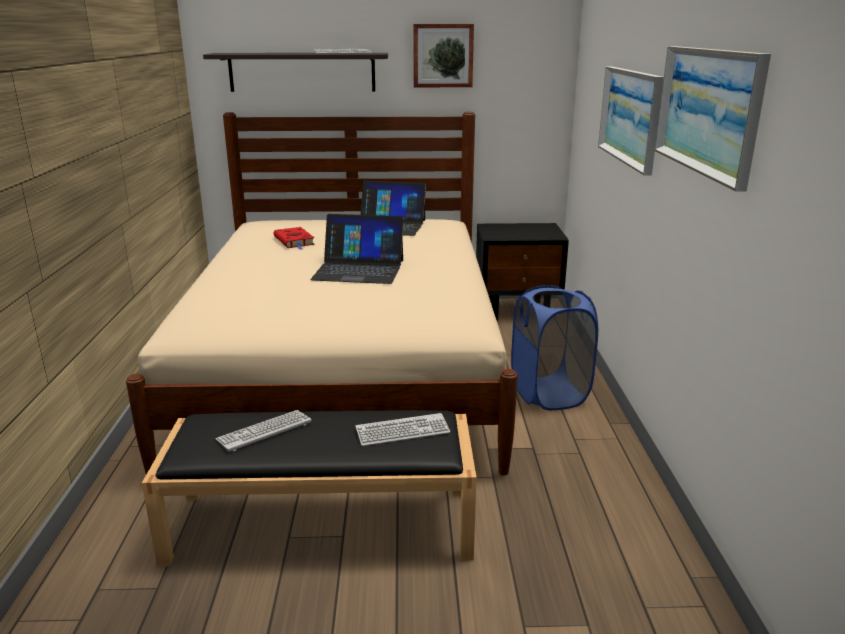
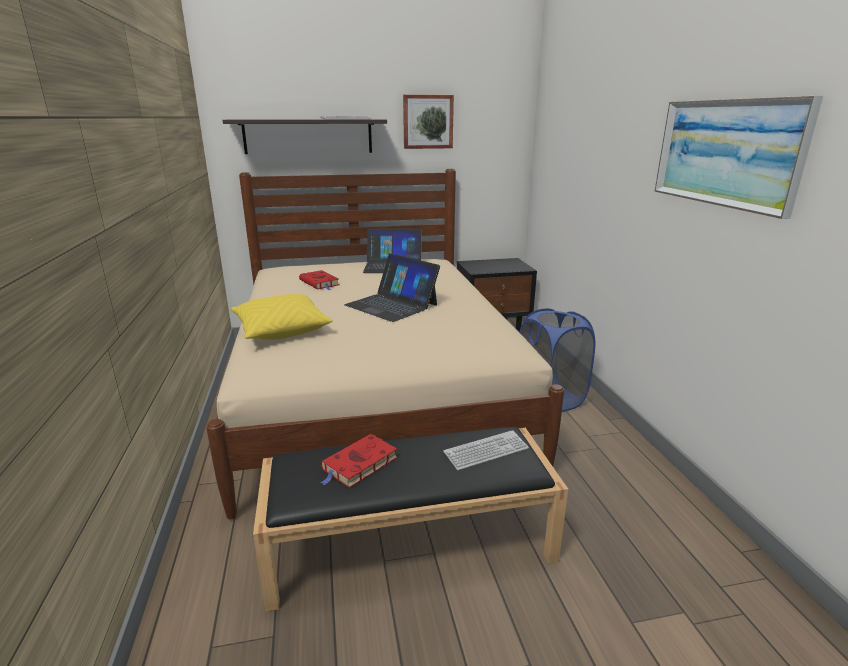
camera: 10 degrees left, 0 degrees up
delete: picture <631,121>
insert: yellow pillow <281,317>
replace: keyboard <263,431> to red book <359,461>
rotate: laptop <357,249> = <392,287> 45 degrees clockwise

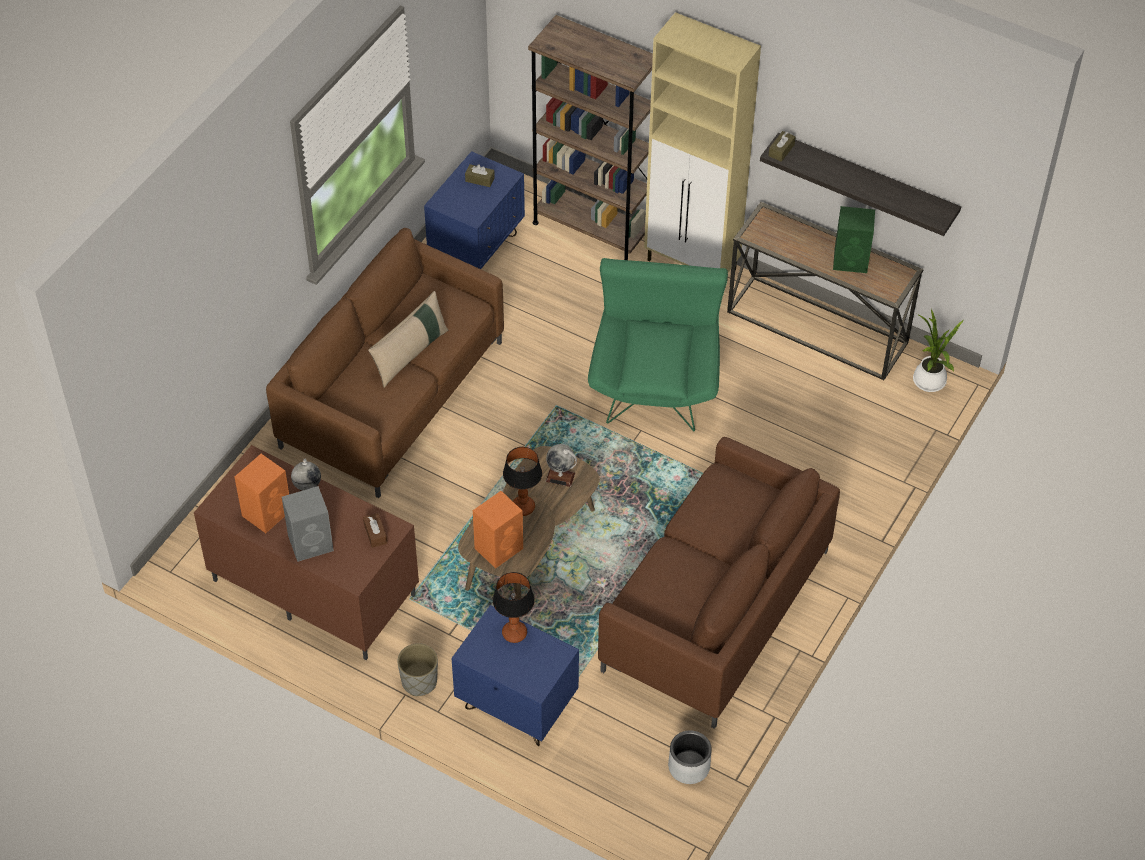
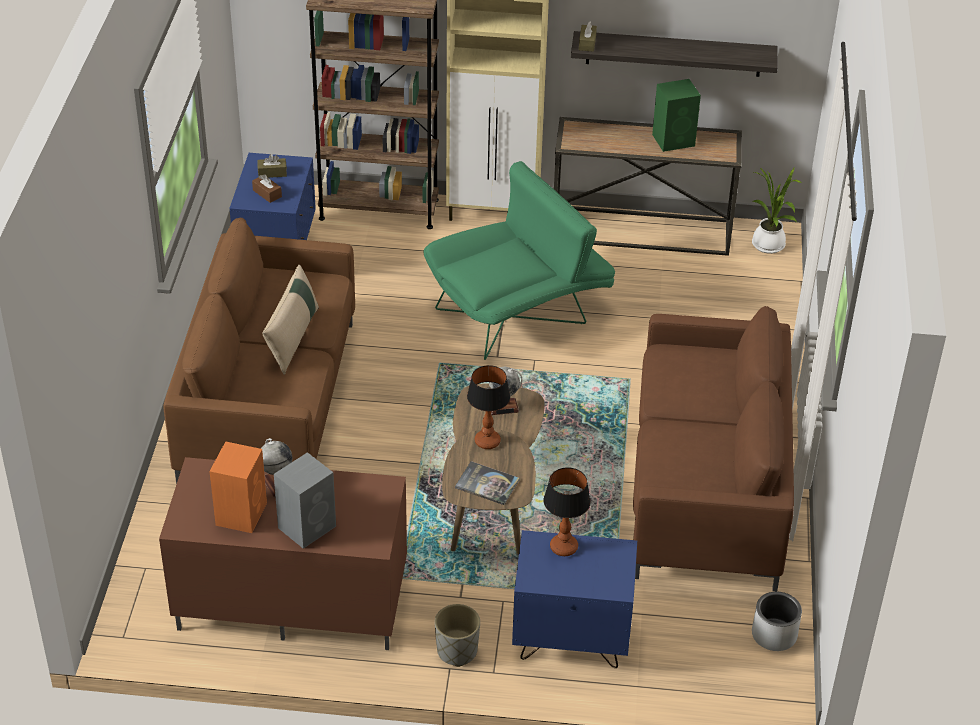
camera: 25 degrees left, 10 degrees down
move: brown tissue box <375,530> to <267,188>
replace: orange speaker <498,530> to book <487,483>
rotate: green armchair <658,344> = <519,260> 75 degrees clockwise

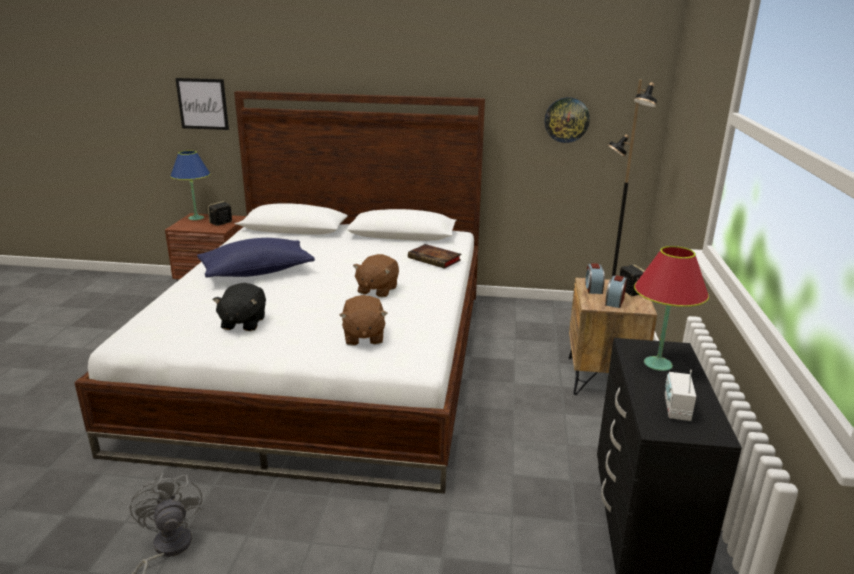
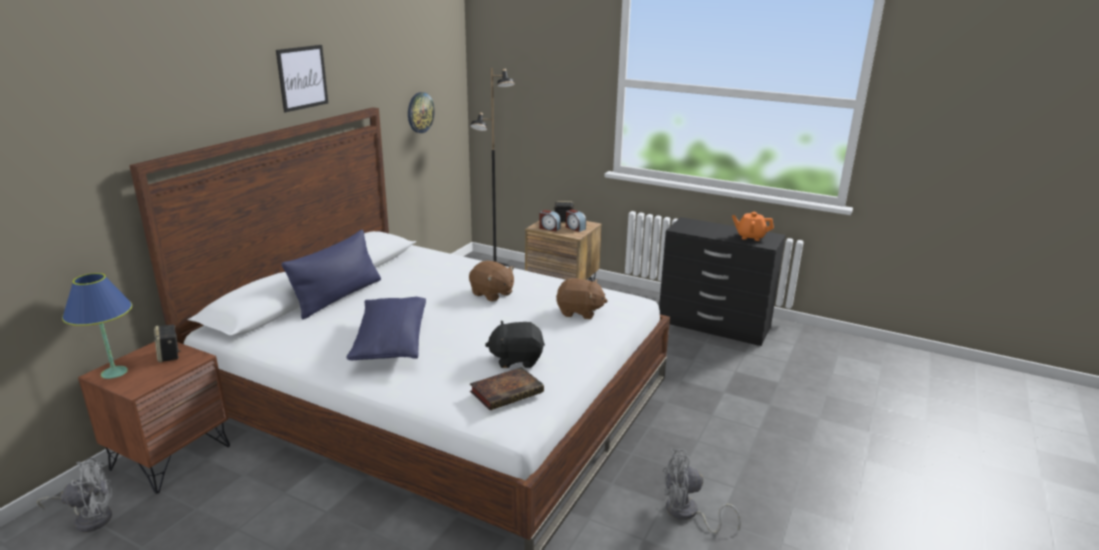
camera: 70 degrees left, 0 degrees up
delete: red table lamp <671,308>
insert: grey fan <75,495>; blue pillow <331,274>
move: picture <202,104> to <302,78>; book <434,256> to <507,389>
replace: radio <680,395> to orange teapot <753,226>
rotate: black plush toy <239,307> = <515,344> 150 degrees clockwise

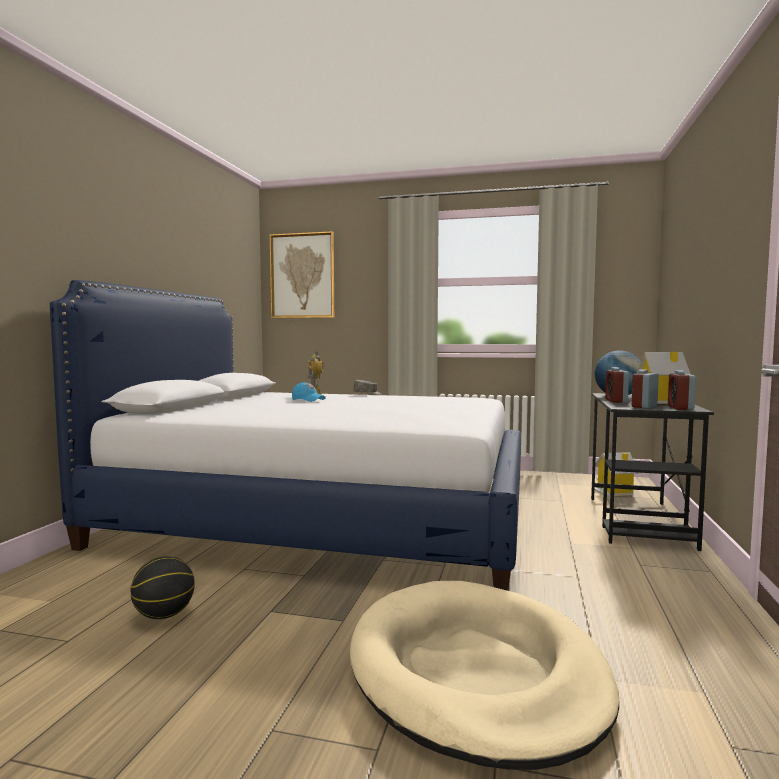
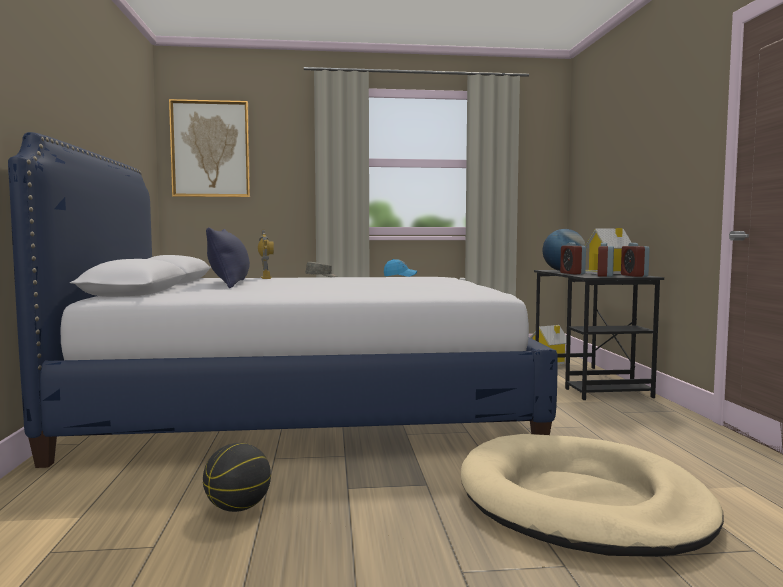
camera: 20 degrees left, 0 degrees up
insert: blue pillow <228,257>
move: blue cap <309,392> to <400,268>

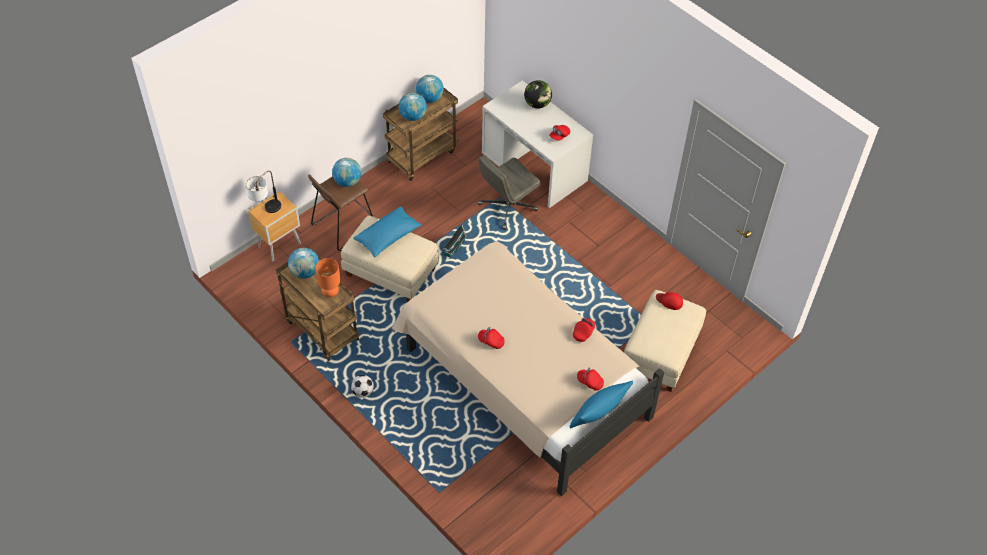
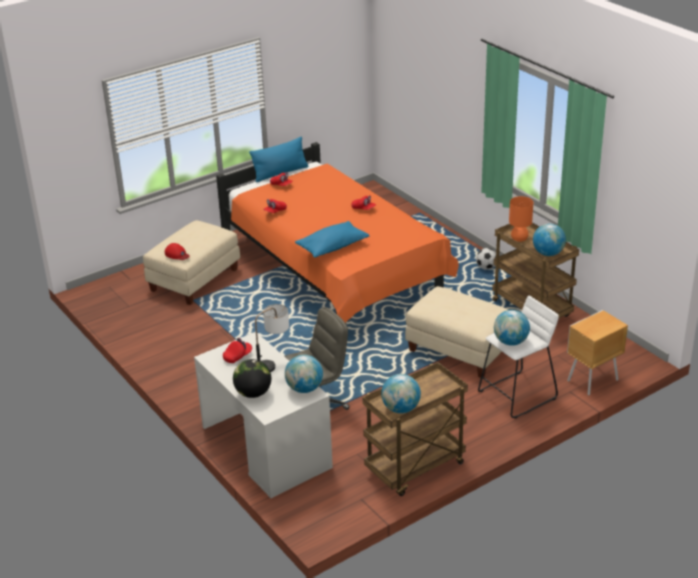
camera: 170 degrees left, 20 degrees down
delete: toy house <454,241>
move: table lamp <263,192> to <272,338>; globe <413,107> to <304,374>; blue pillow <387,231> to <332,239>
recolor: beige bed <527,368> to orange bed <337,232>; brown stool <340,212> to white stool <518,357>

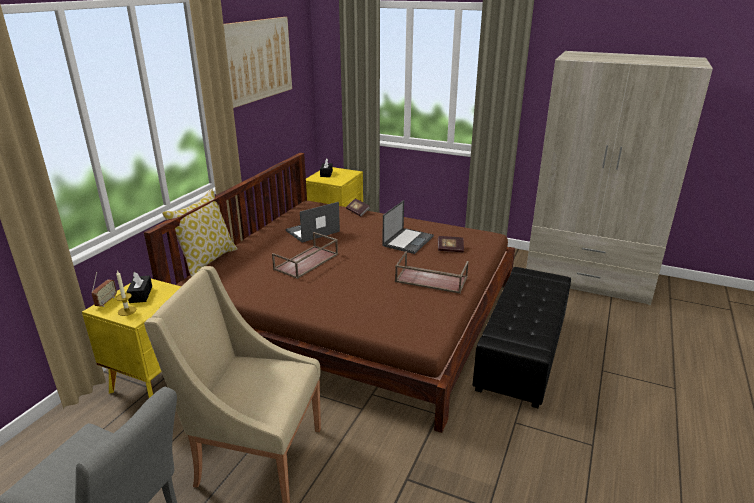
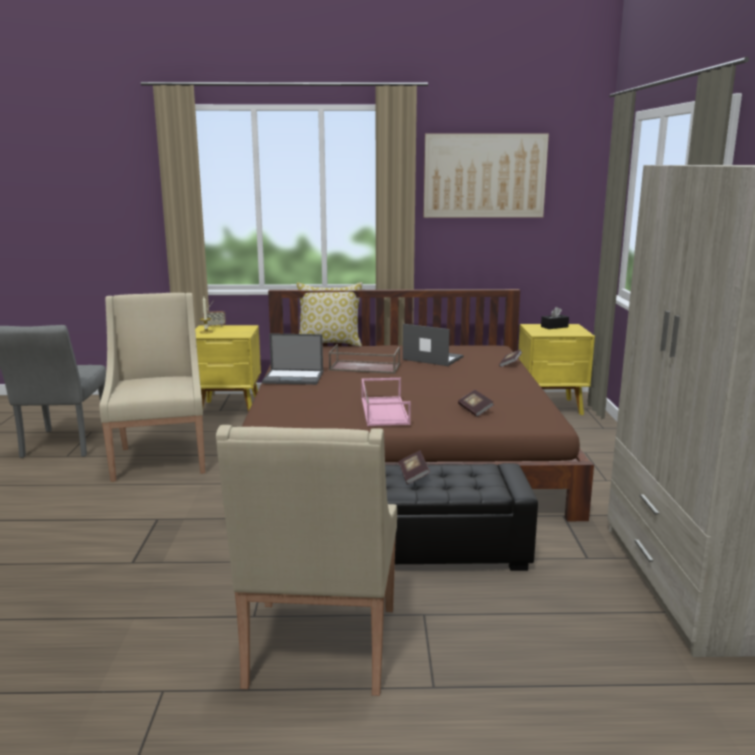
camera: 65 degrees right, 10 degrees down
delete: black tissue box <139,287>
insert: beige armchair <306,560>; book <414,467>
move: laptop <408,227> to <292,359>
recolor: brown tray <432,272> to pink tray <386,402>

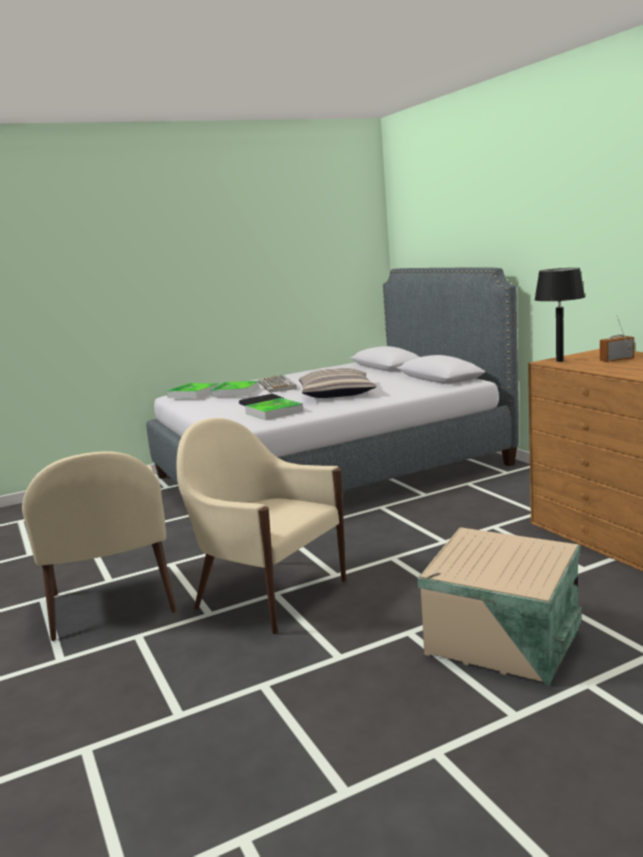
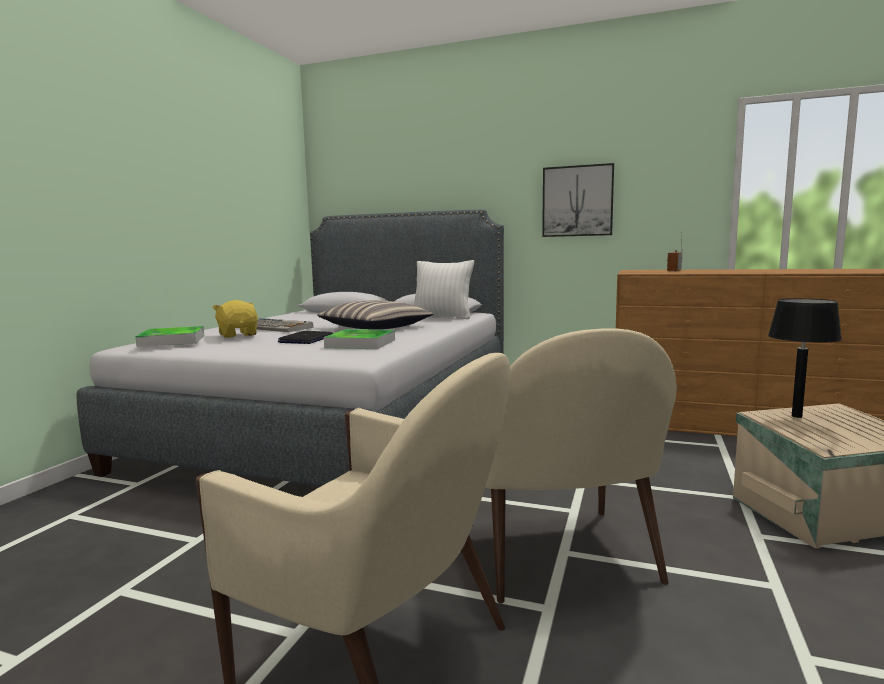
camera: 45 degrees left, 5 degrees down
insert: white pillow <444,289>; picture <578,200>
move: black table lamp <559,315> to <805,358>
replace: tray <235,389> to yellow plush toy <235,319>
rotate: beige armchair <261,526> = <574,466> 90 degrees counterclockwise

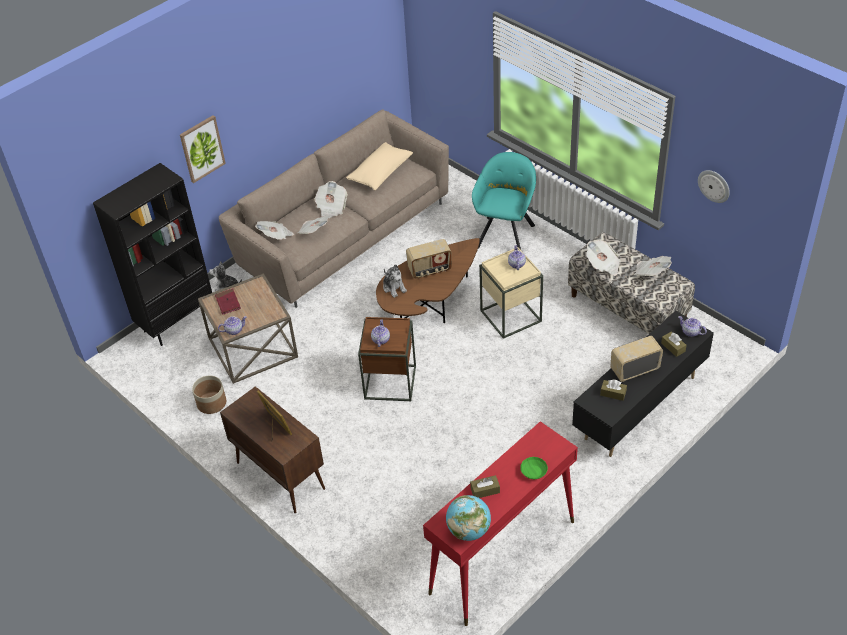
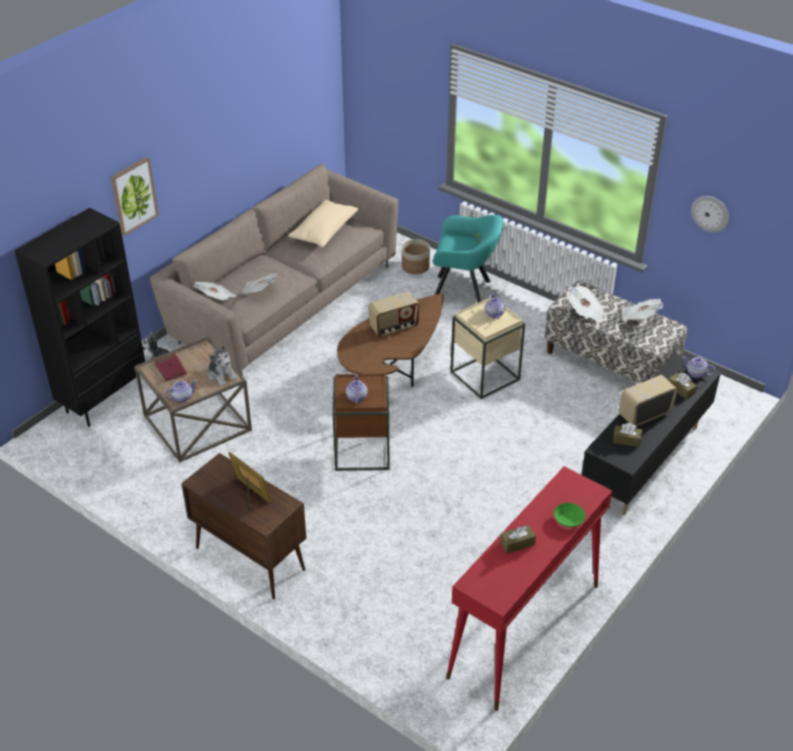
camera: 10 degrees left, 5 degrees down
delete: newspaper <331,199>; globe <468,518>
move: plush toy <395,281> to <222,365>; planter <209,394> to <416,256>
rotate: turquoise armchair <504,201> = <468,259> 90 degrees clockwise

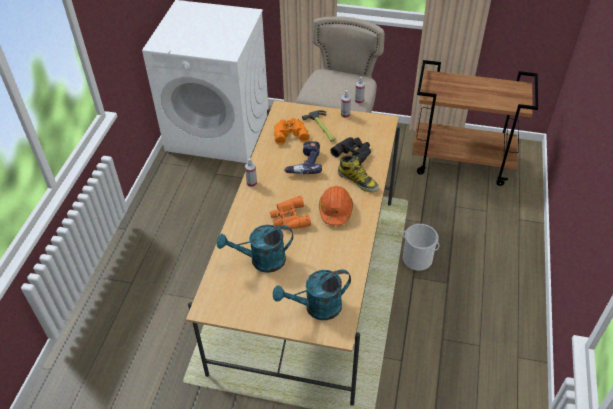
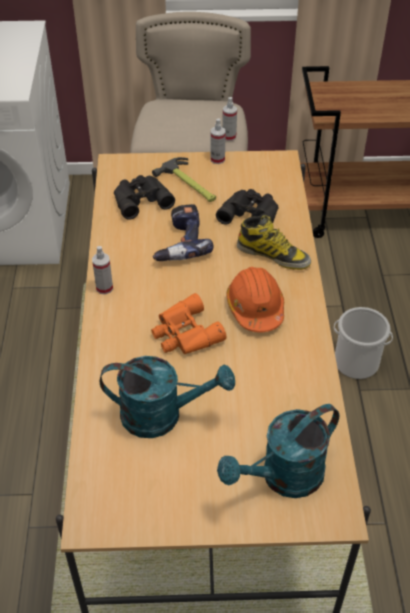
camera: 15 degrees left, 0 degrees up
recolor: orange binoculars <291,131> to black binoculars <144,197>
rotate: turquoise watering can <255,249> = <167,397> 150 degrees counterclockwise

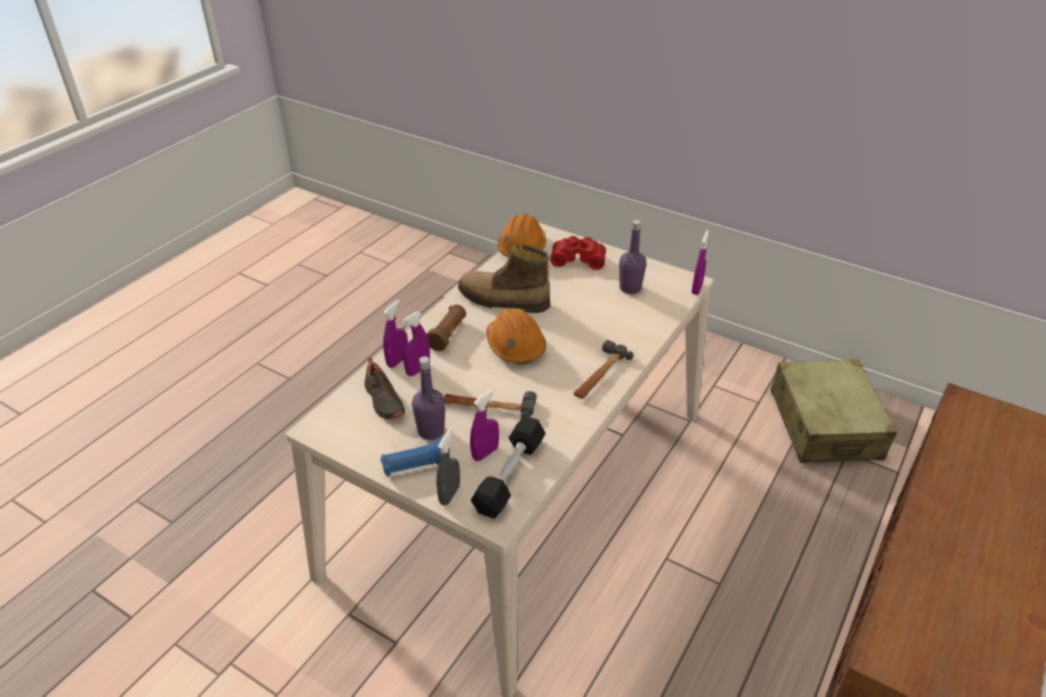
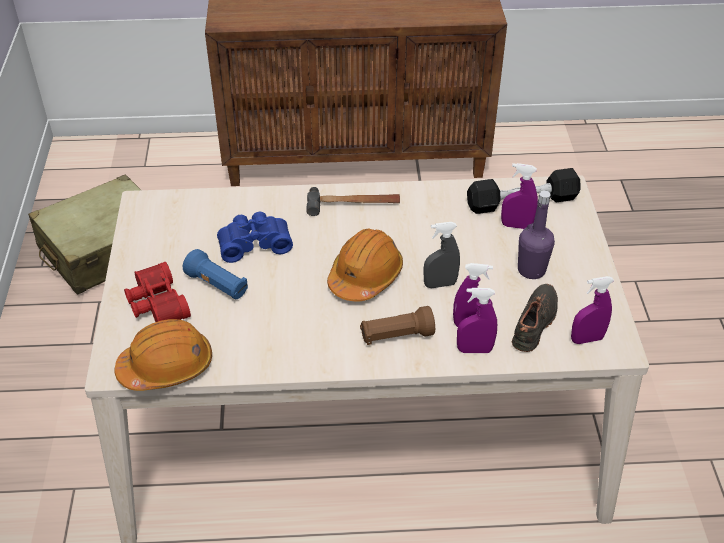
camera: 125 degrees left, 5 degrees up
delete: hammer <490,405>; boot <504,278>; purple bottle <633,257>
insert: blue binoculars <255,237>
move: blue flashlight <411,457> to <215,274>; grey spray bottle <448,466> to <442,255>; purple spray bottle <700,262> to <592,310>

